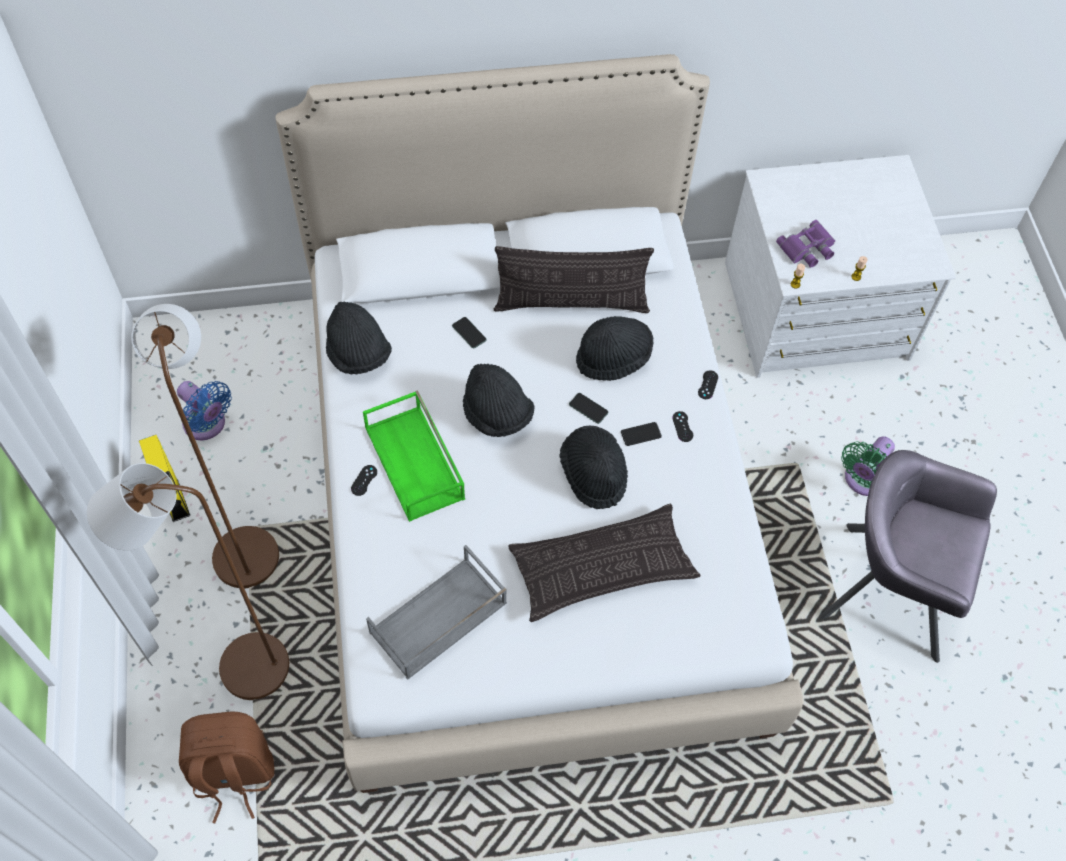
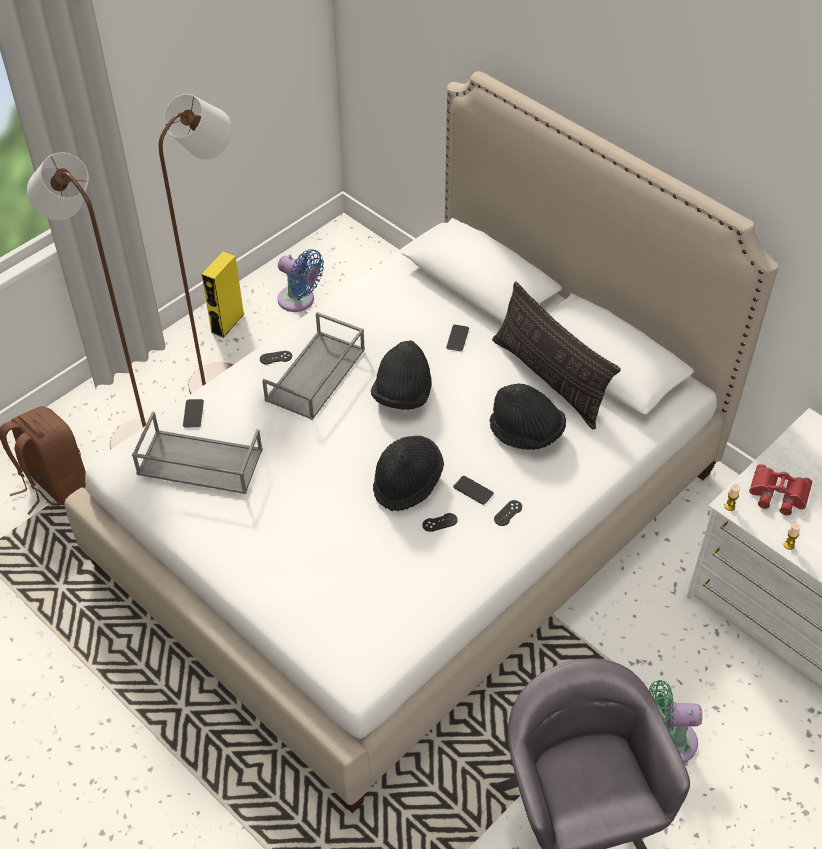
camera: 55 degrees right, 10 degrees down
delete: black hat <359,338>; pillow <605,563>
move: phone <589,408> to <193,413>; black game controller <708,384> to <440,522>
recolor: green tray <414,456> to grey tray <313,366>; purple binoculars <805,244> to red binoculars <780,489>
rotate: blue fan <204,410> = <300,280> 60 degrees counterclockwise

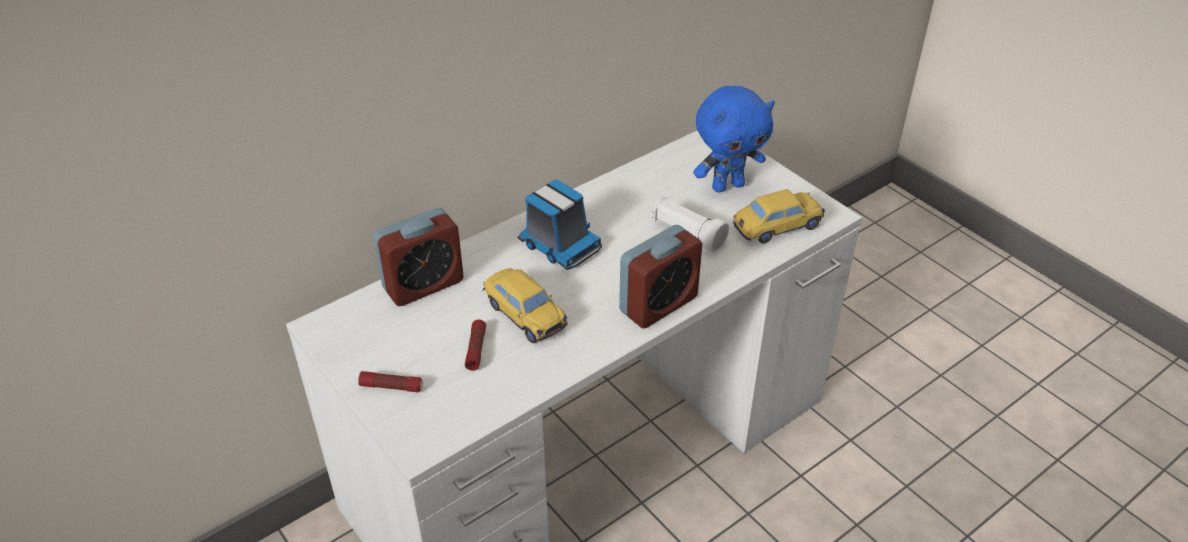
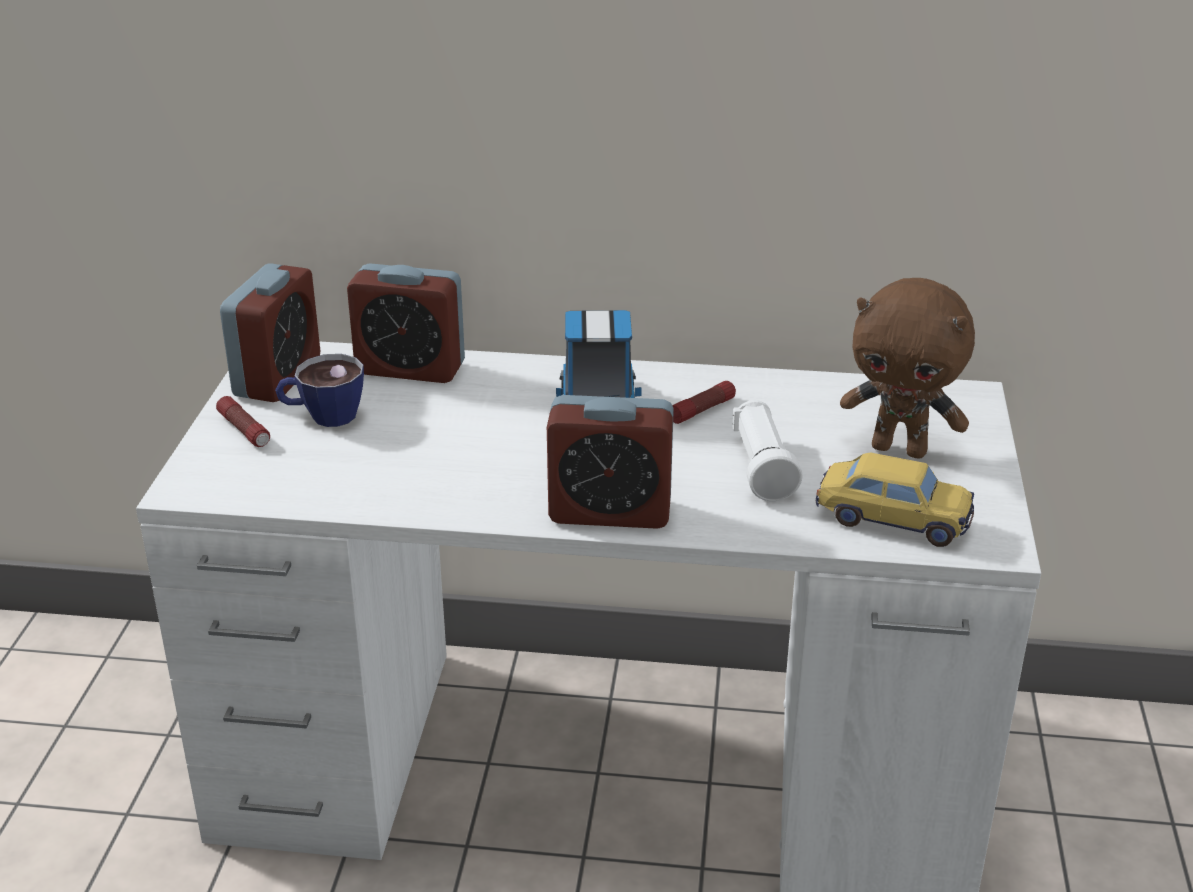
camera: 45 degrees right, 10 degrees down
delete: toy car <525,305>
insert: alarm clock <270,332>; cup <319,390>
move: flashlight <475,345> to <704,402>
recolor: blue plush toy <734,139> to brown plush toy <907,368>

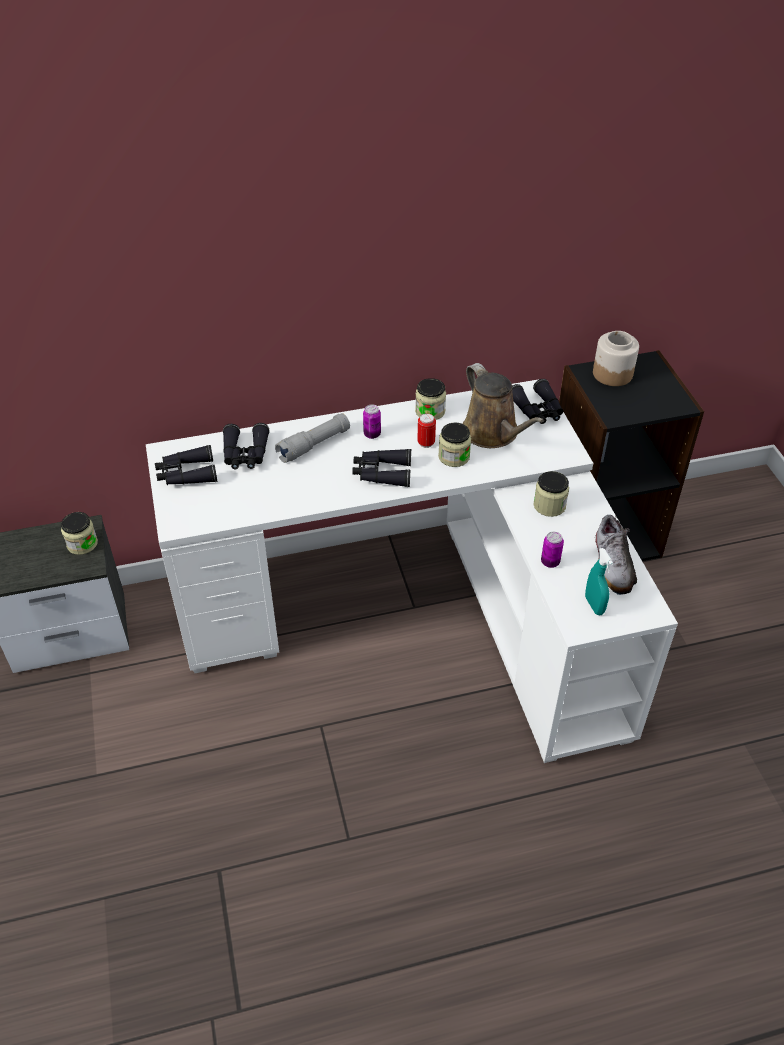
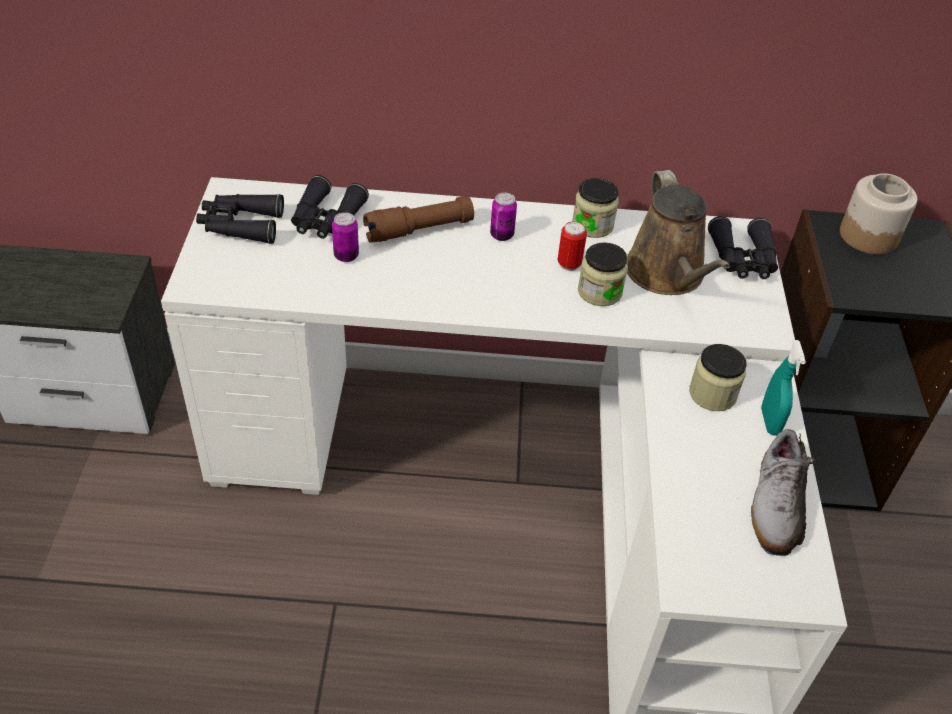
camera: 15 degrees right, 0 degrees up
delete: jar <79,533>; black binoculars <381,468>
move: can <552,550> to <345,237>; turquoise spray bottle <599,581> to <783,388>
recolor: grey flashlight <312,438> to brown flashlight <418,219>

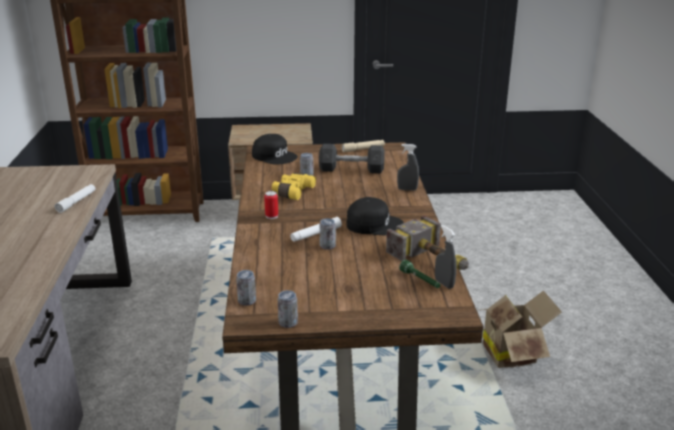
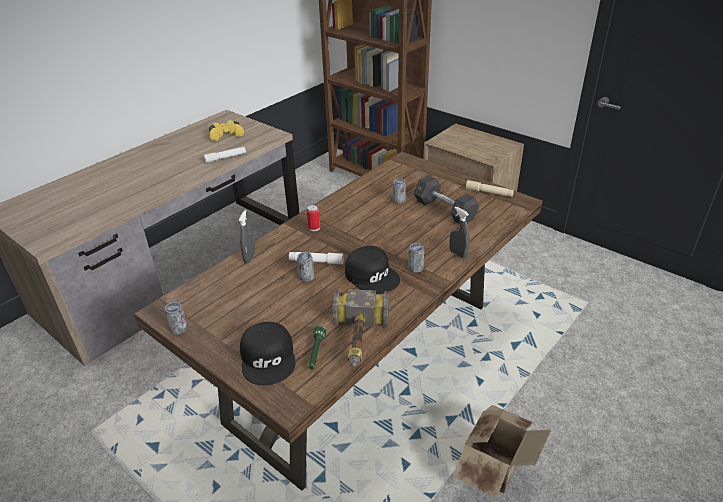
camera: 45 degrees right, 10 degrees up
move: yellow binoculars <294,186> to <226,130>; grey spray bottle <446,257> to <247,236>; black cap <275,149> to <268,353>; can <246,288> to <416,258>

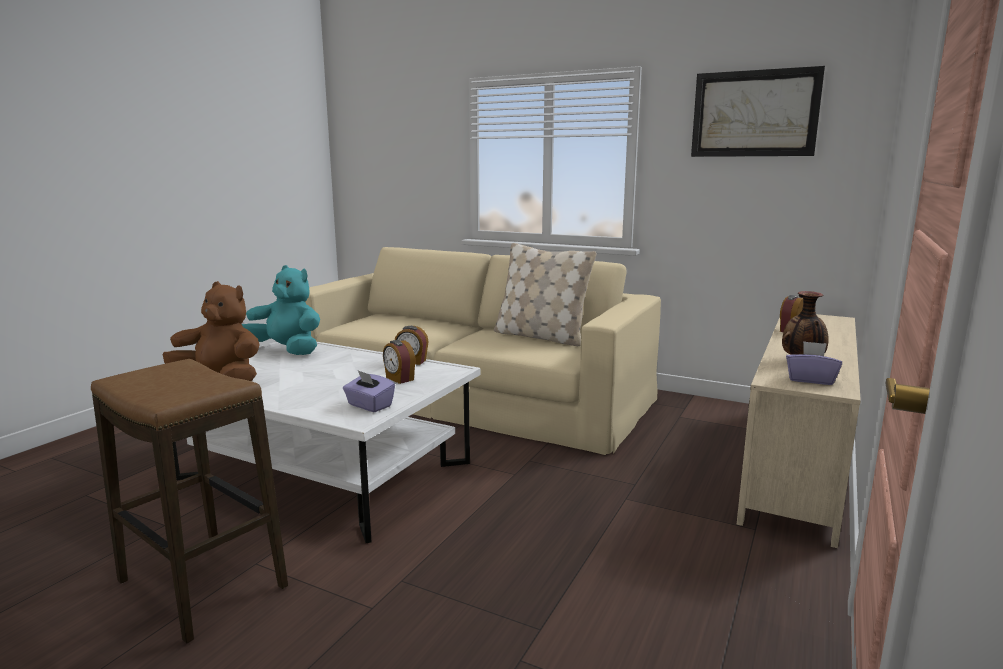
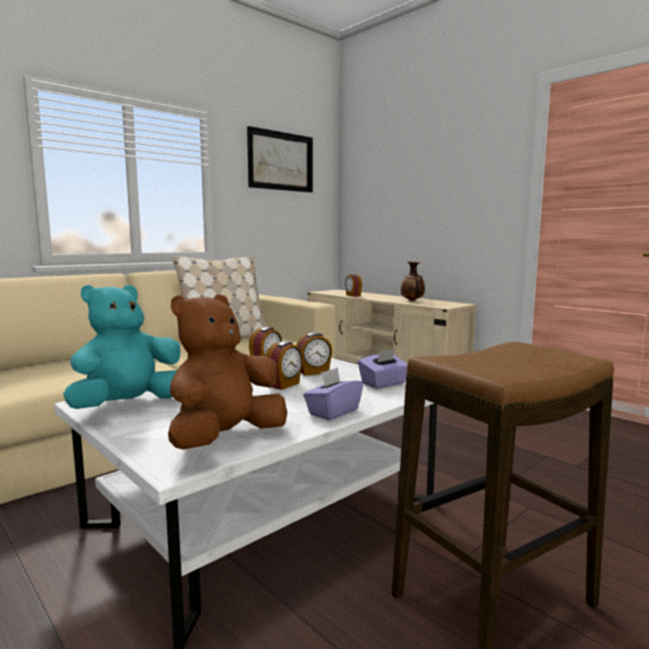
camera: 70 degrees left, 5 degrees down
insert: alarm clock <283,365>
move: purple tissue box <814,363> to <333,393>

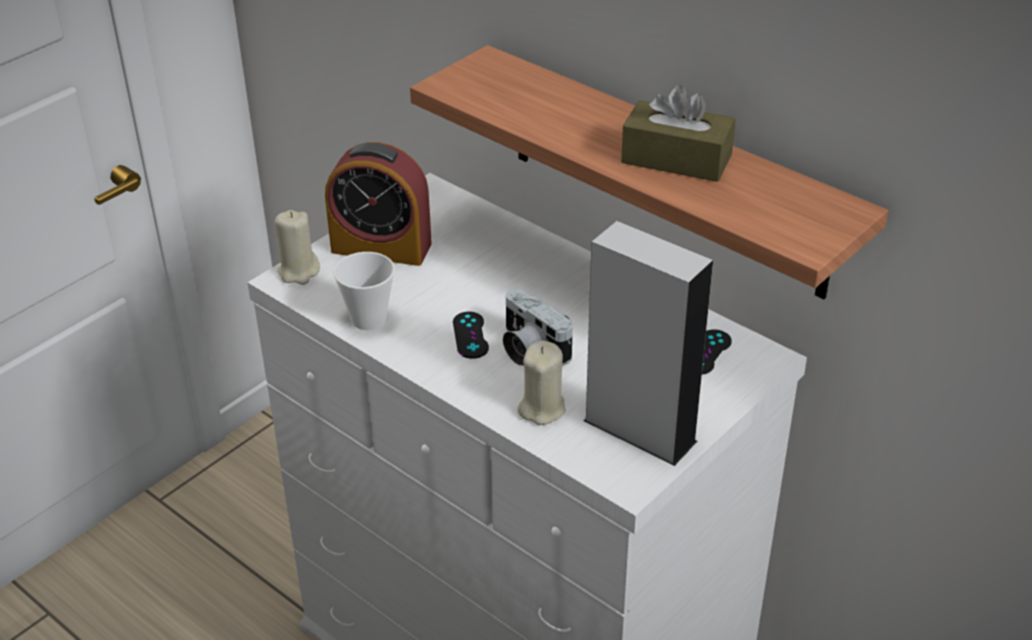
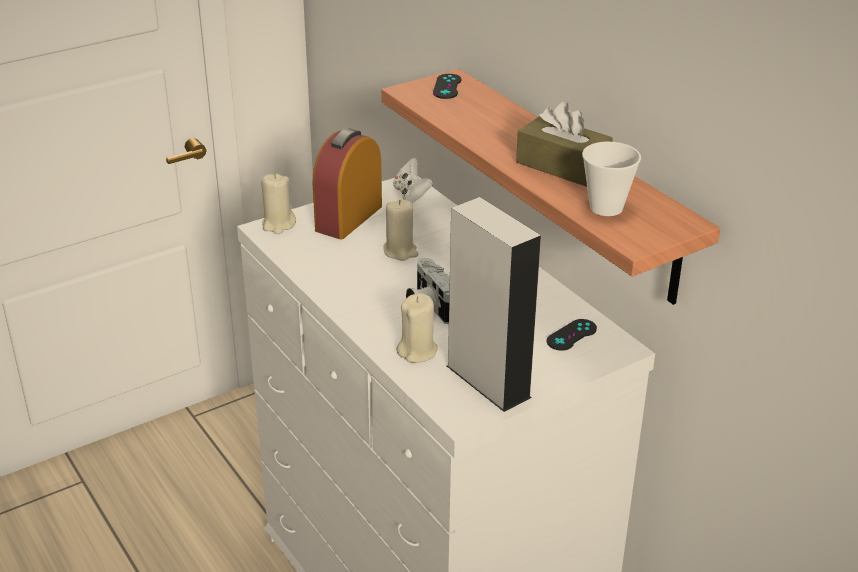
camera: 15 degrees right, 5 degrees down
insert: beige candle <401,230>; white game controller <413,180>
move: black game controller <471,335> to <447,86>; cup <364,291> to <611,179>
rotate: alarm clock <378,204> = <347,184> 90 degrees clockwise

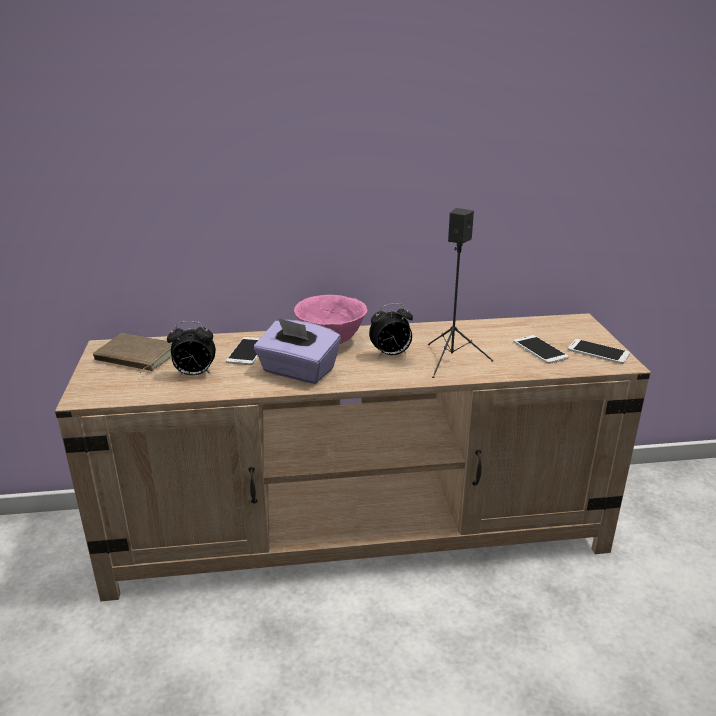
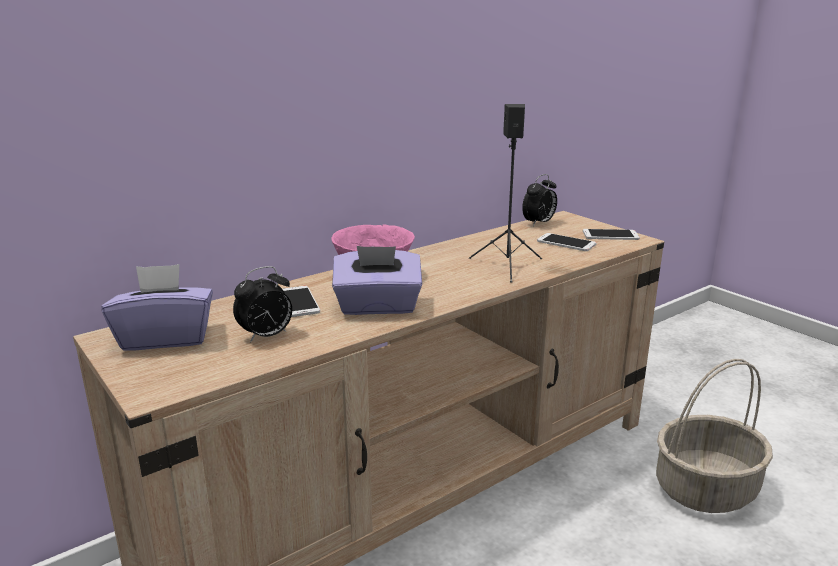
camera: 30 degrees left, 5 degrees down
insert: basket <714,436>
move: alarm clock <391,330> to <539,200>
replace: brown book <132,353> to purple tissue box <157,307>

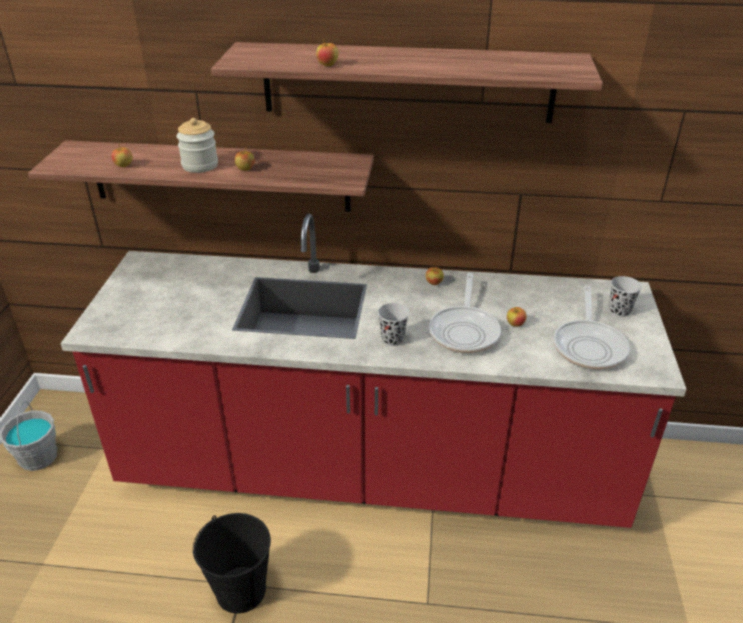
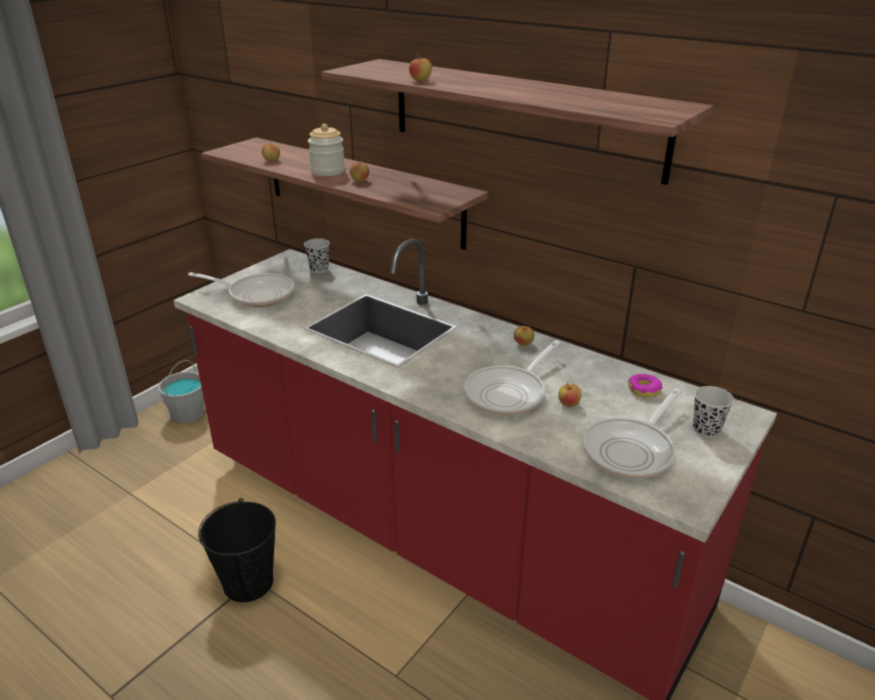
camera: 30 degrees right, 5 degrees down
insert: frying pan <241,289>; donut <645,386>
move: black cup <393,324> to <317,255>

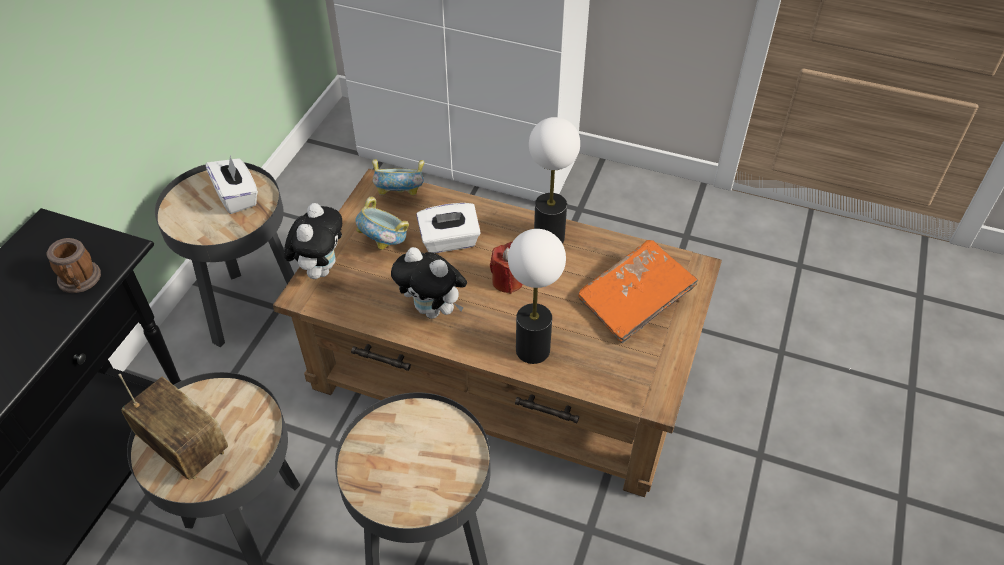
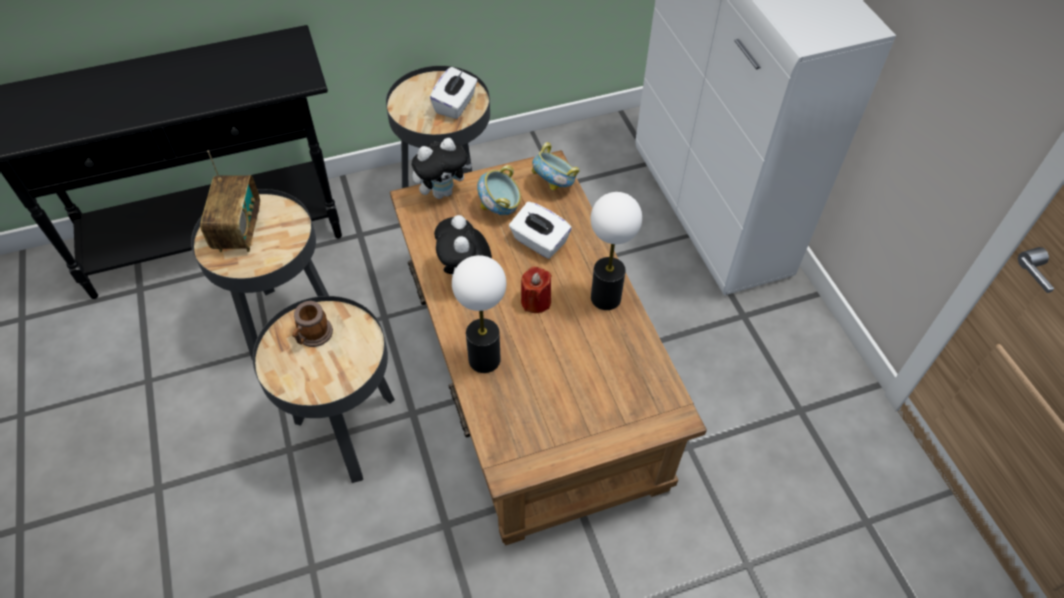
camera: 50 degrees right, 5 degrees up
delete: orange book <638,291>
move: mug <74,265> to <312,324>

